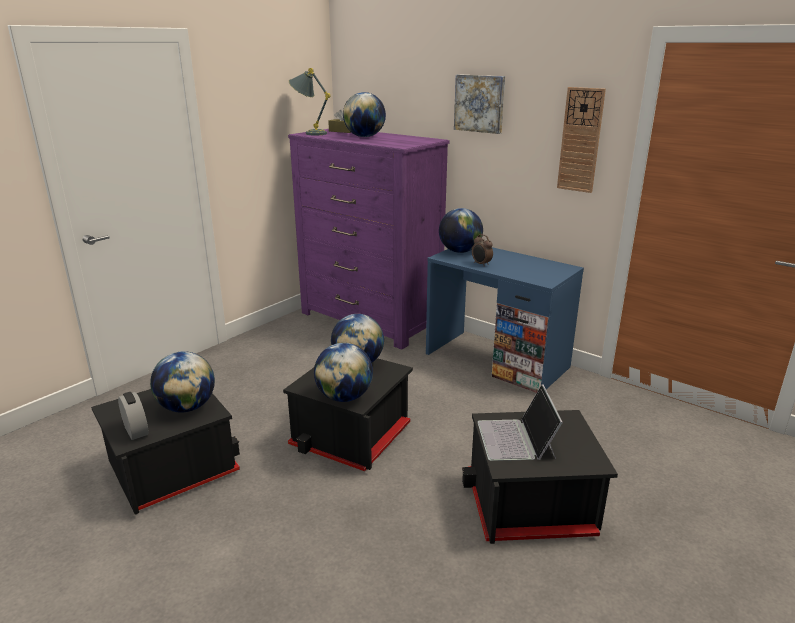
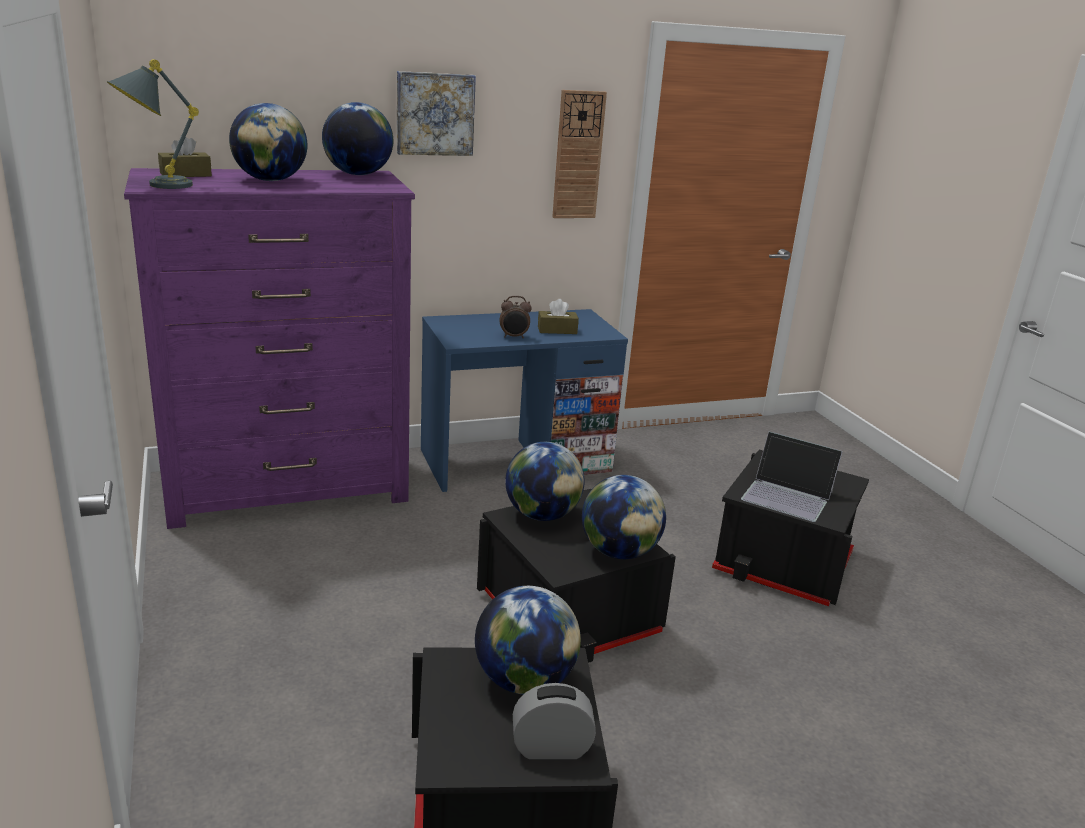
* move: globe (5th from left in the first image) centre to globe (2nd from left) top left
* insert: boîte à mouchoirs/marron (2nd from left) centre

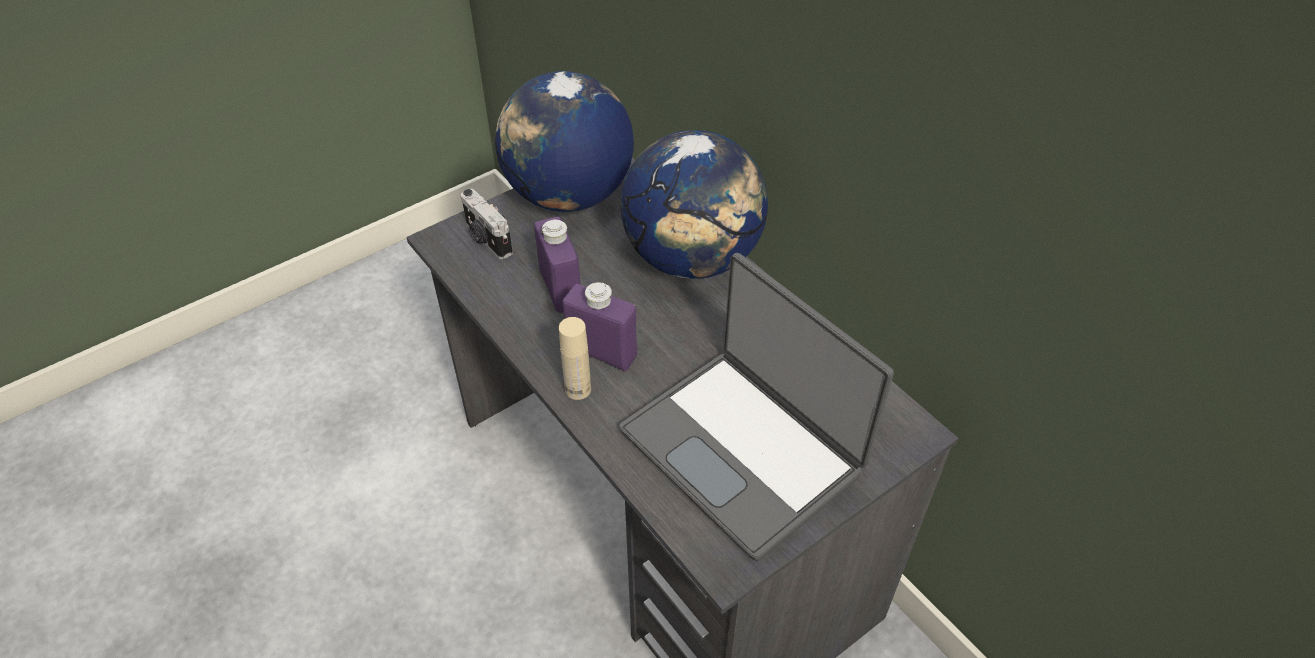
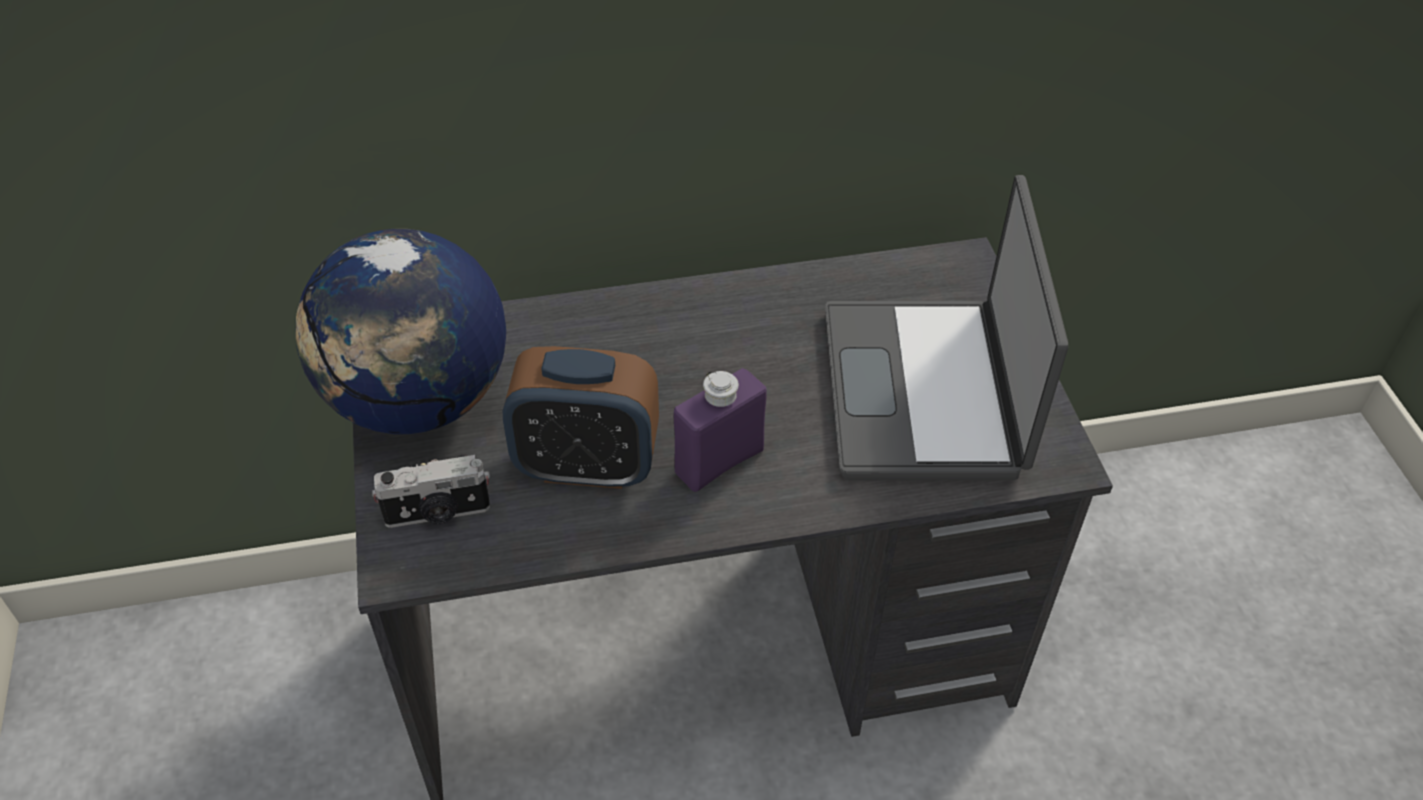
* delete: globe (2nd from left) top centre
* replace: bouteille/violet (1st from left) centre to réveil centre
* rotate: ordinateur portable centre = centre 105 degrees clockwise
* delete: bouteille/beige centre

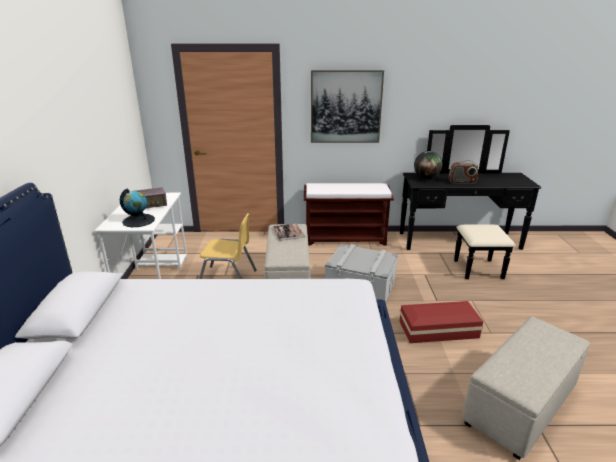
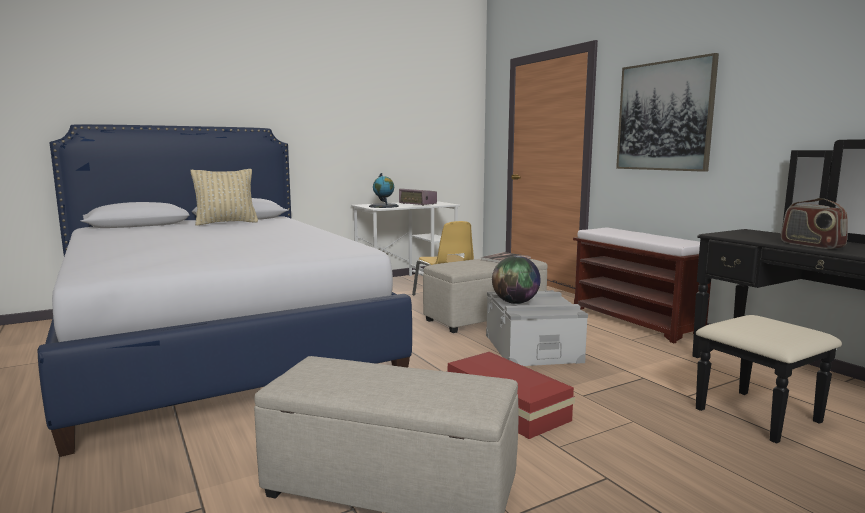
* move: globe (2nd from left) middle right to centre
* insert: coussin/beige middle left

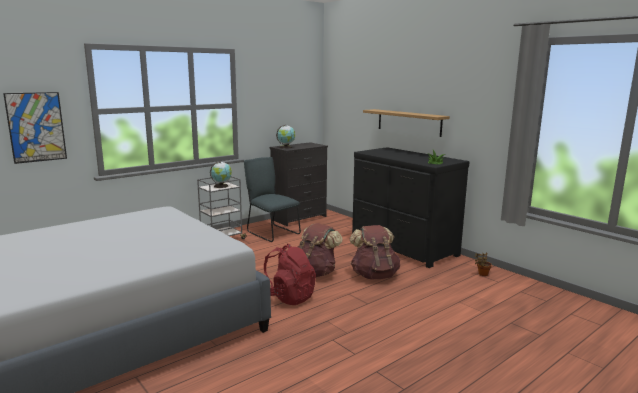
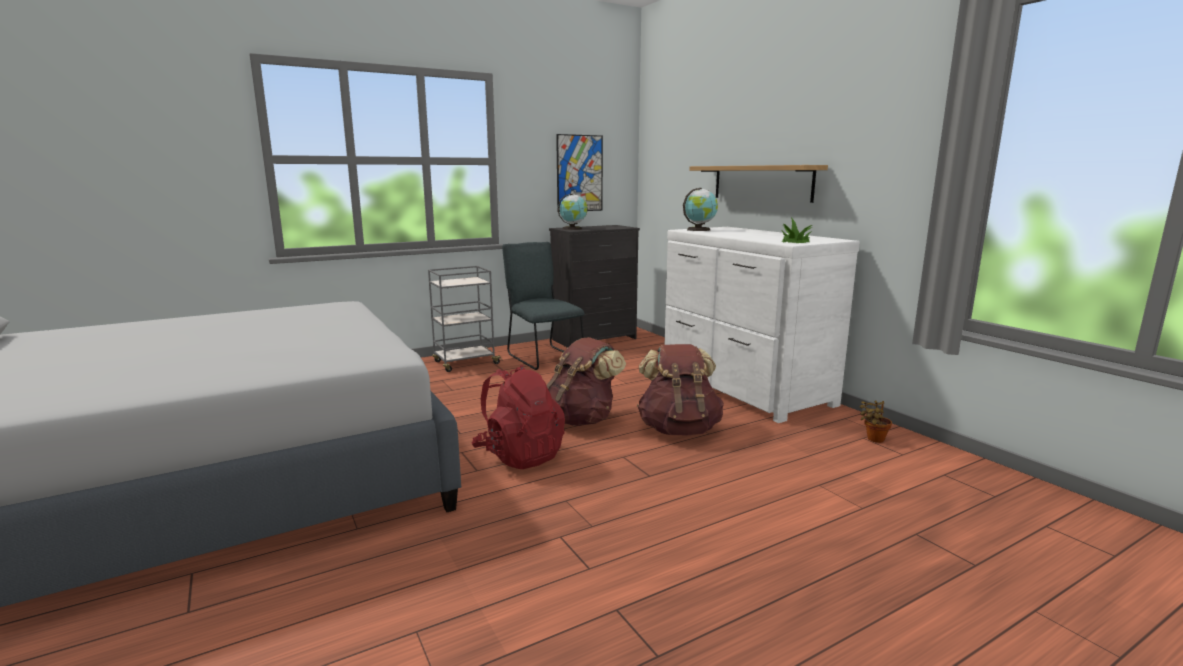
* move: tableau top left to top centre
* recolor: commode/noir (2nd from left) centre to commode/blanc centre
* move: globe (1st from left in the first image) centre to globe (2nd from left) top centre

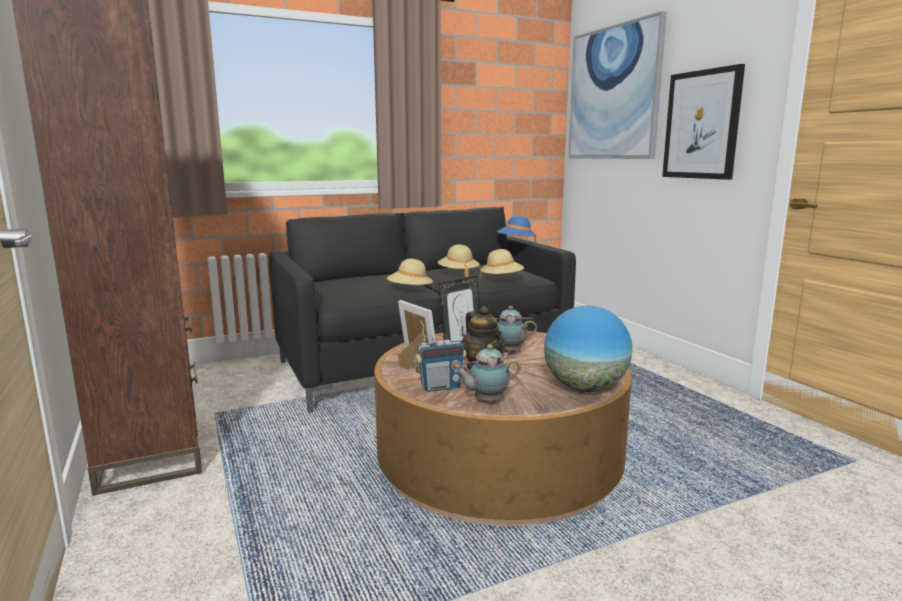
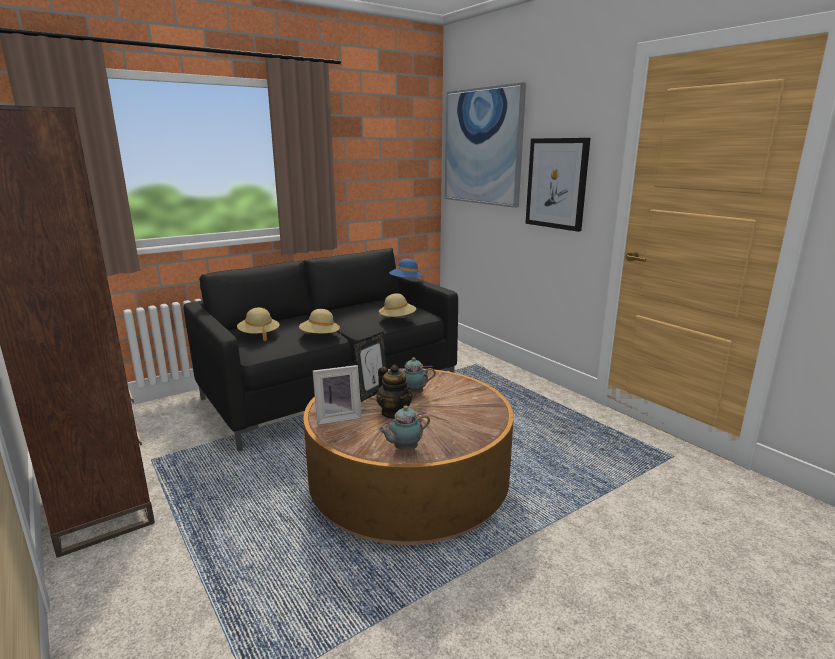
* move: chapeau/beige (2nd from left in the first image) centre to chapeau/beige (1st from left) middle left
* rotate: cadre photo (1st from left) centre = centre 120 degrees clockwise
* delete: globe centre
* delete: radio centre

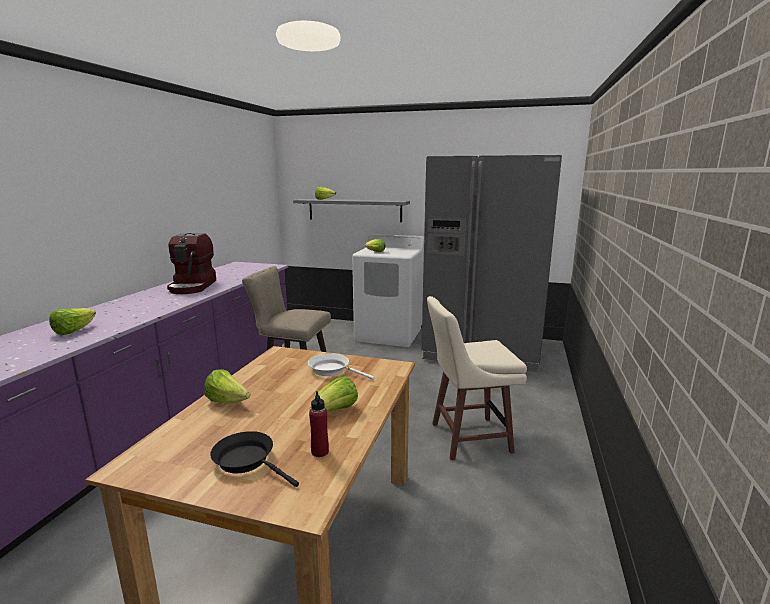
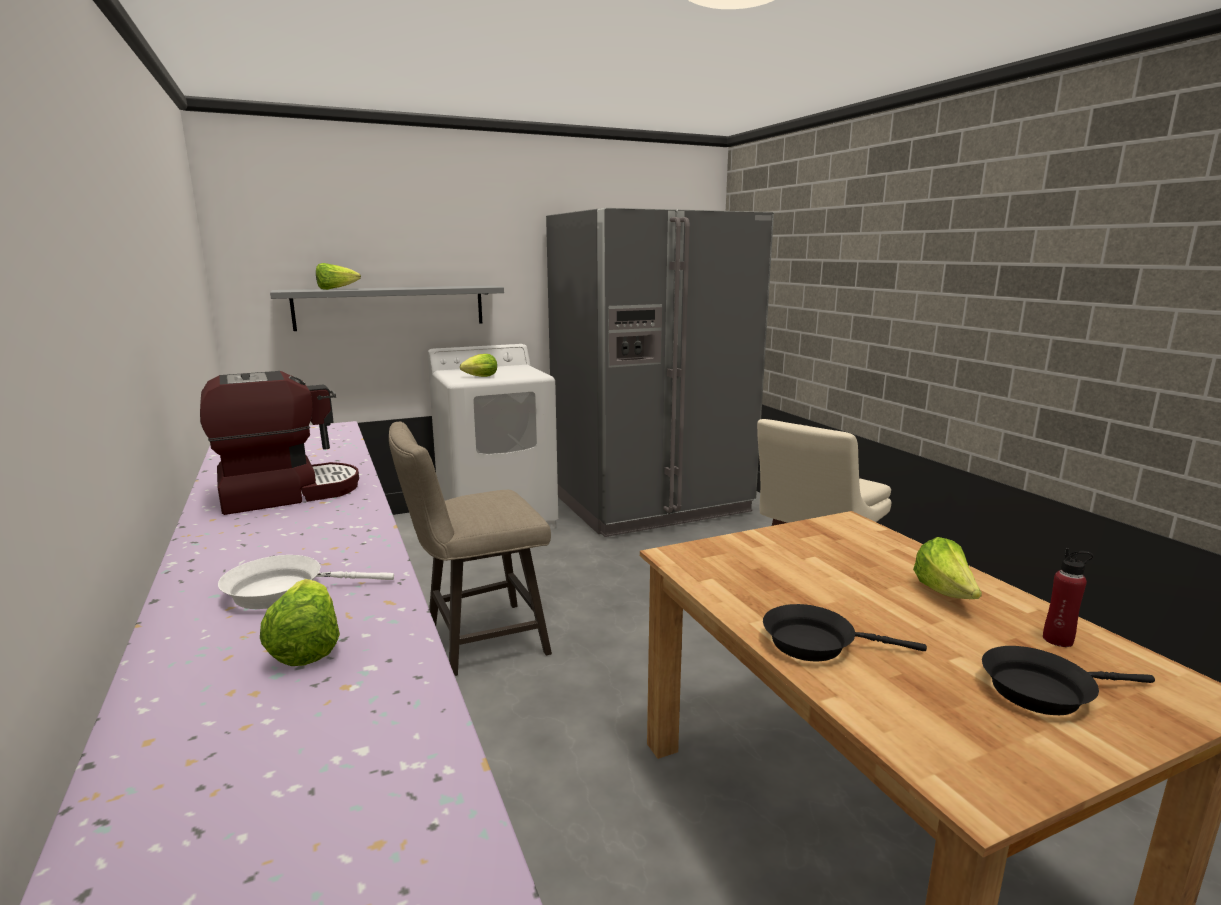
* rotate: machine à café middle left = middle left 75 degrees counterclockwise
* move: poêle/blanc centre to middle left
* replace: laitue (2nd from left) middle left to poêle/noir (1st from left) bottom right

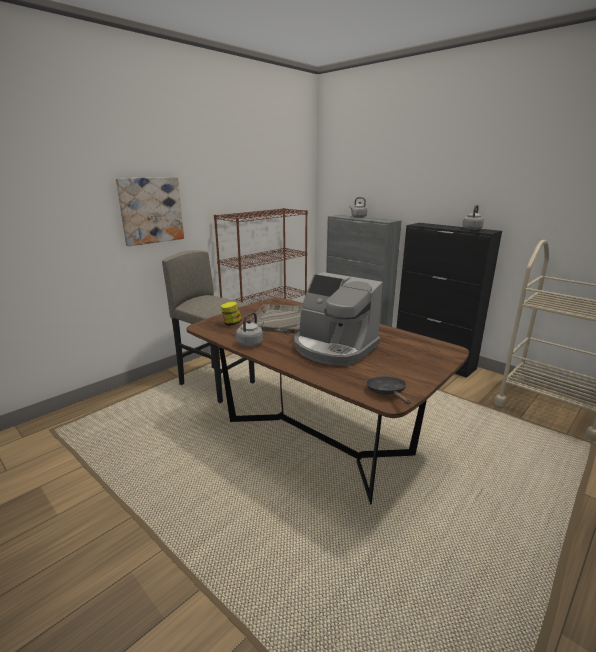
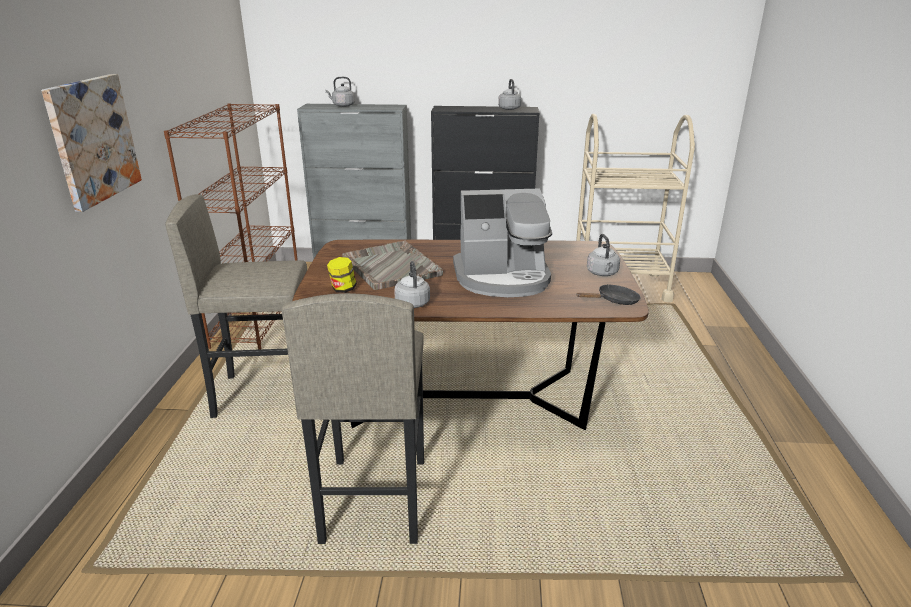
* rotate: poêle/noir centre = middle right 120 degrees clockwise
* insert: bouilloire/gris (4th from left) centre
* insert: tabouret/gris (2nd from left) bottom centre

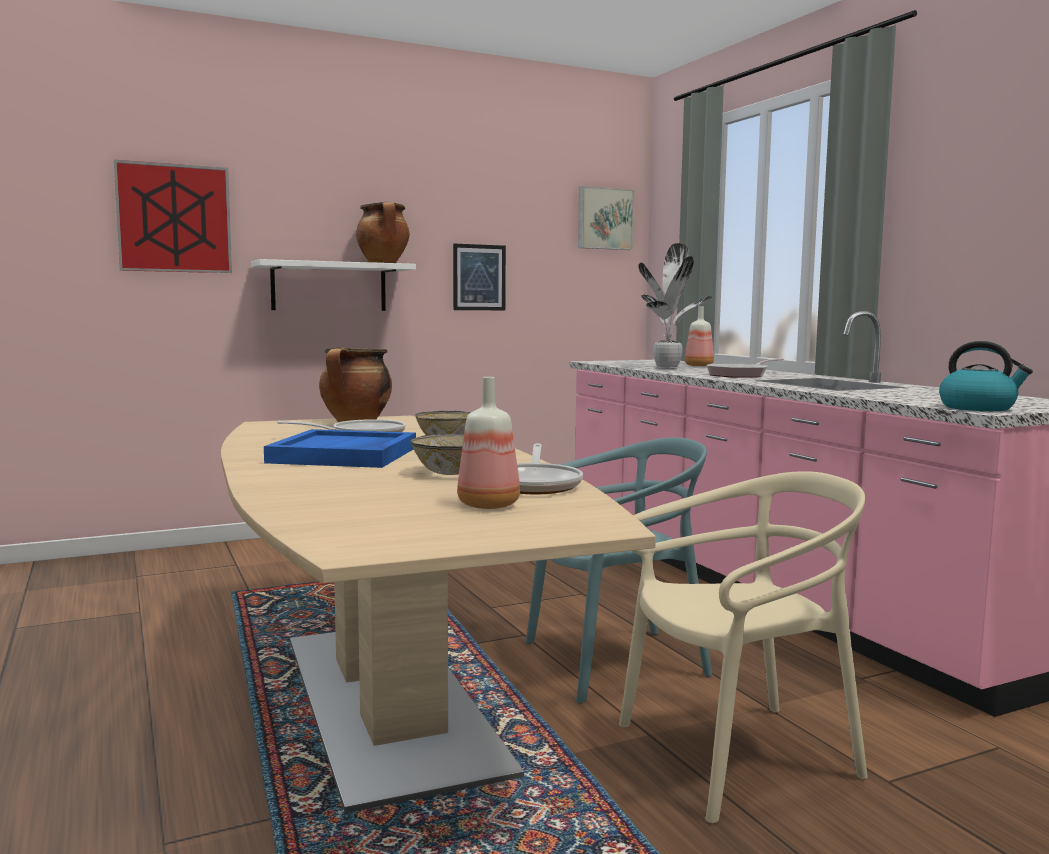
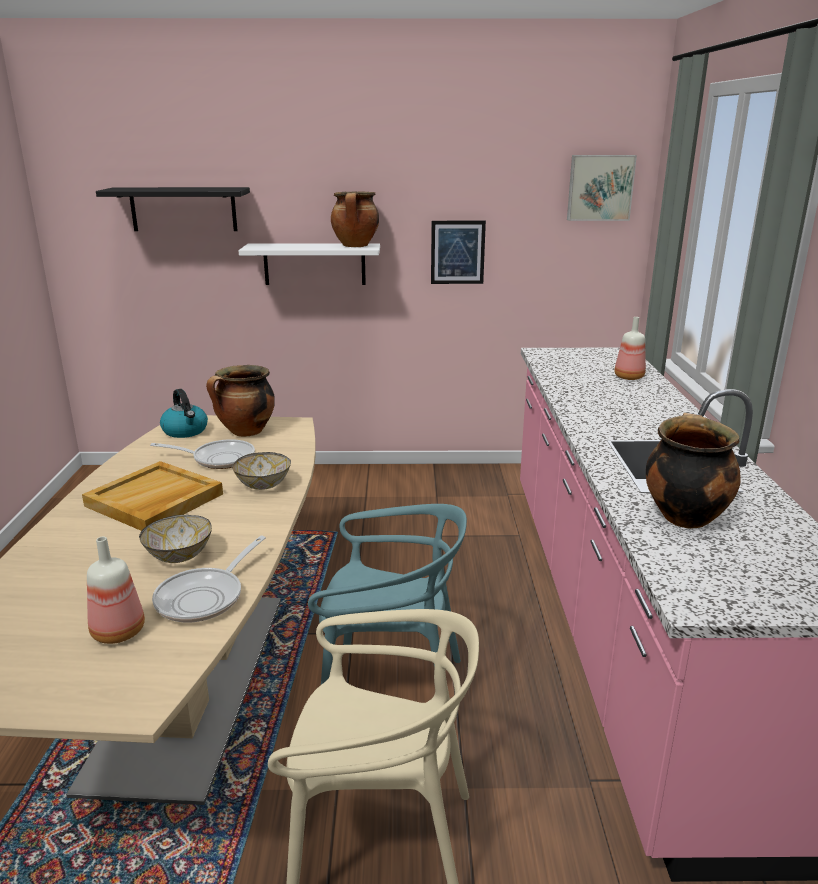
* replace: tableau (1st from left) top left to étagère/noir top left
* delete: plante en pot centre
* move: bouilloire middle right to middle left
* delete: poêle (3rd from left) middle right
* recolor: plateau/bleu middle left to plateau/beige middle left
* insert: marmite (3rd from left) middle right

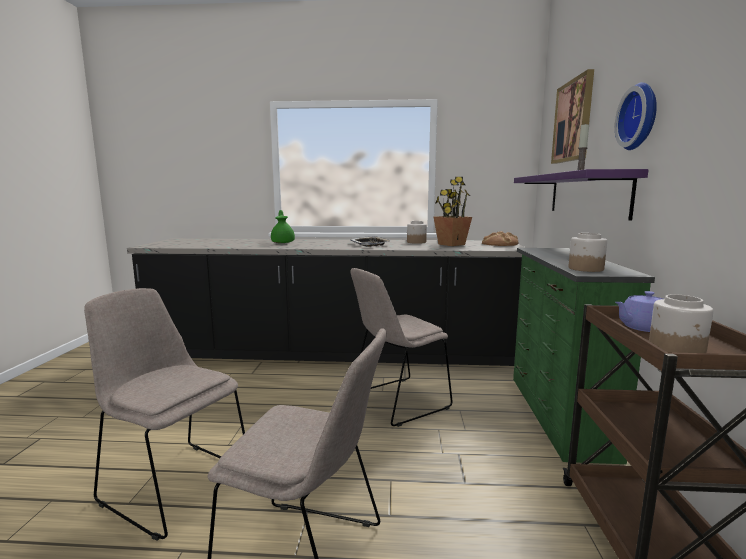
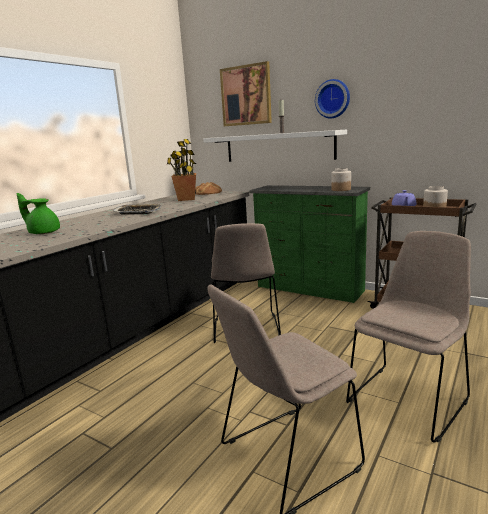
* recolor: étagère/violet middle right to étagère/blanc top centre
* delete: bocal (1st from left) centre

